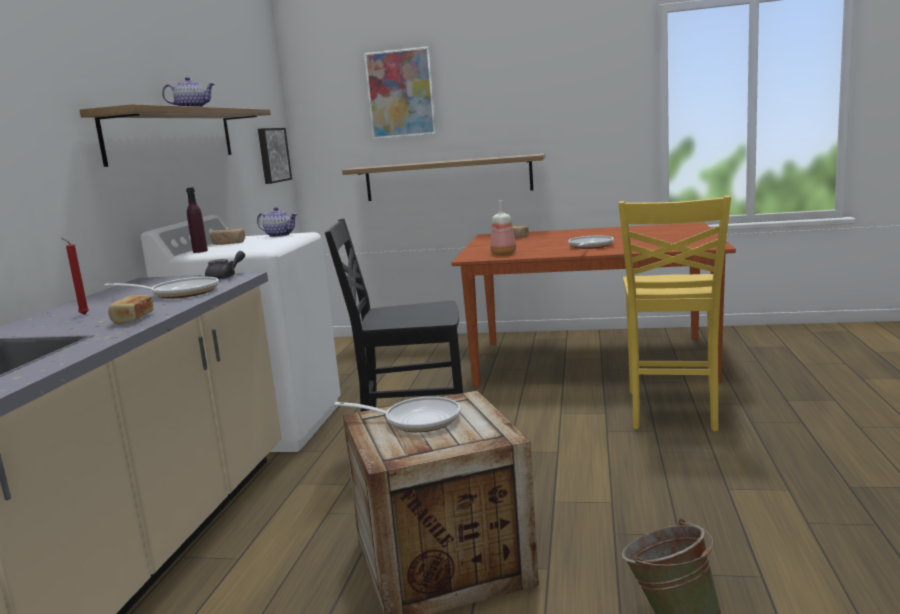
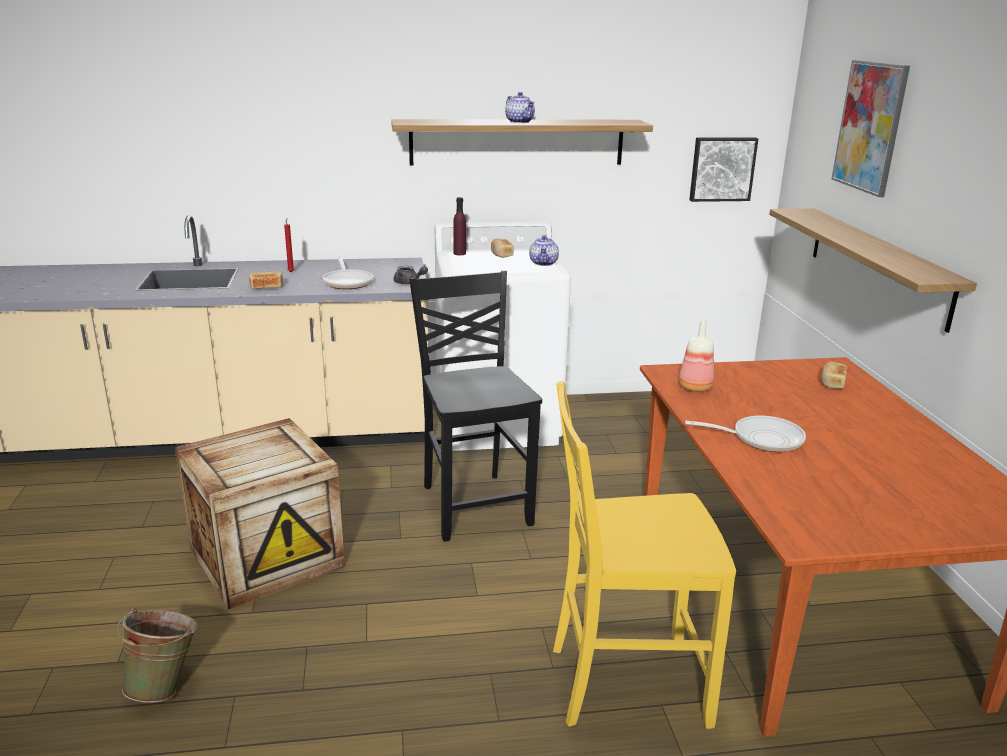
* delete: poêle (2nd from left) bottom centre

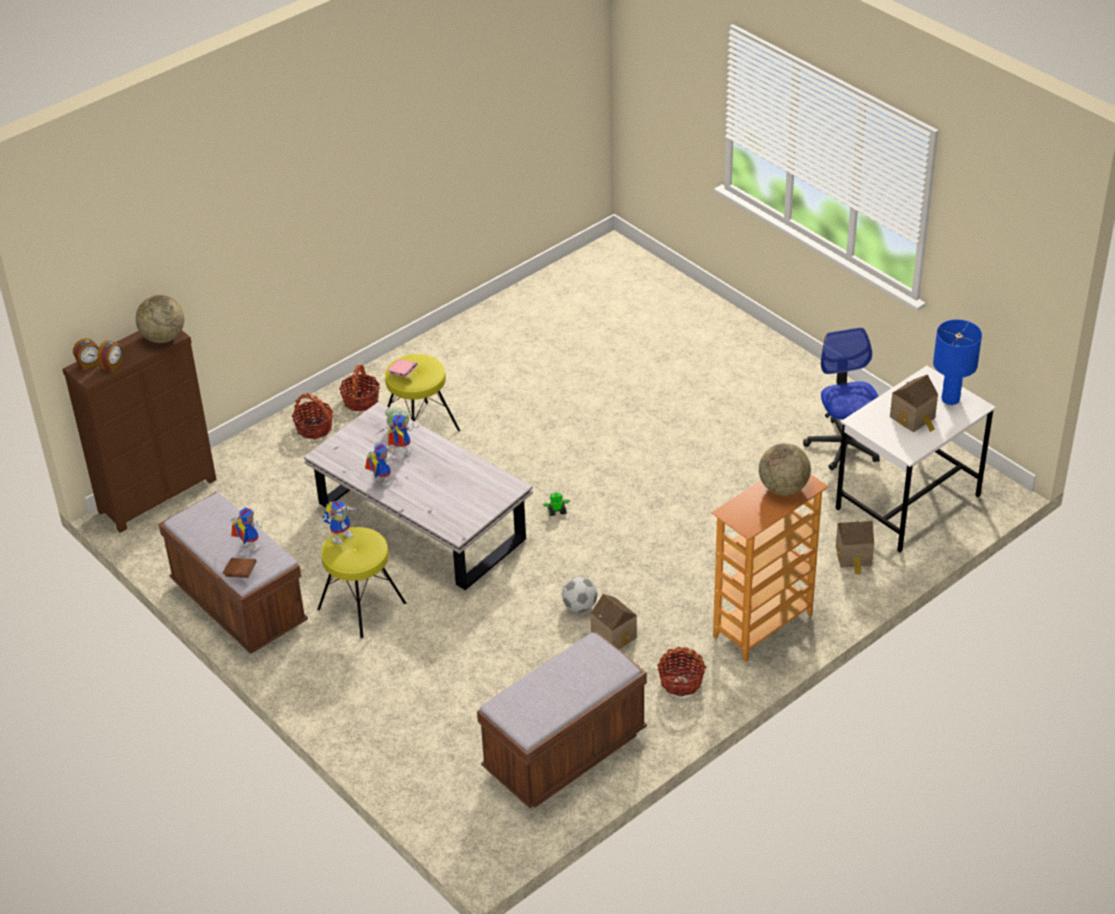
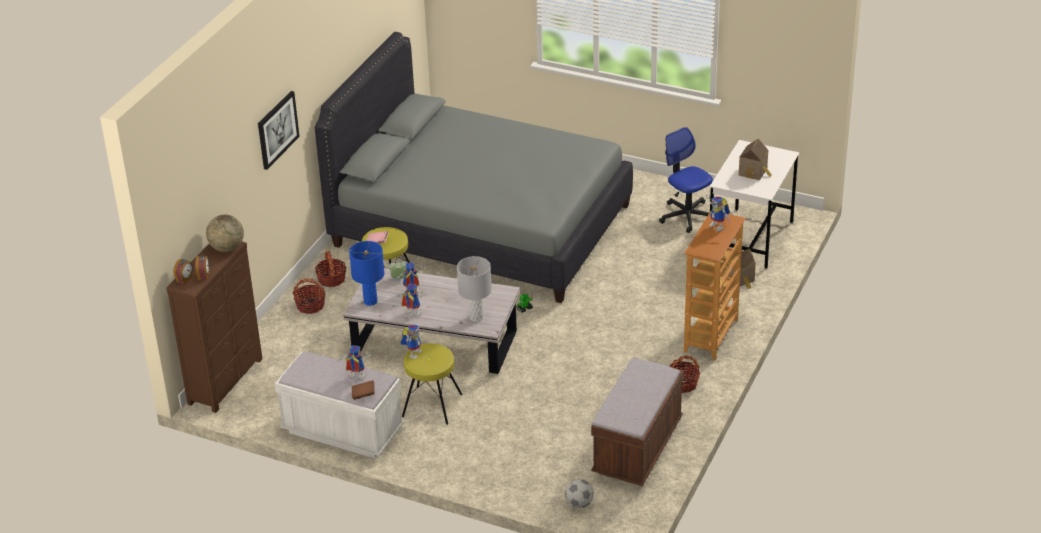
* move: lampe de table/bleu middle right to centre
* replace: globe (2nd from left) middle right to robot jouet (6th from left) middle right
* recolor: banc/marron (1st from left) middle left to banc/blanc bottom left
* move: ballon de foot centre to bottom centre
* delete: maison miniature (1st from left) bottom centre
* insert: lit/gris top centre
* insert: tableau top left
* insert: lampe de table/gris centre

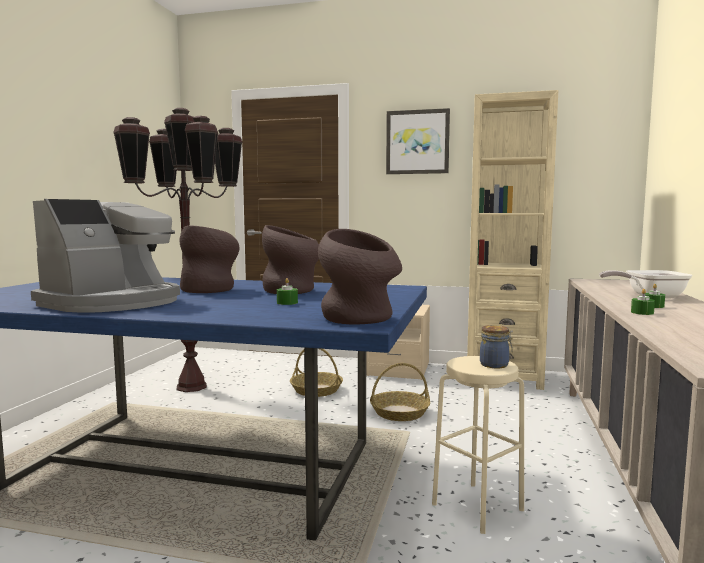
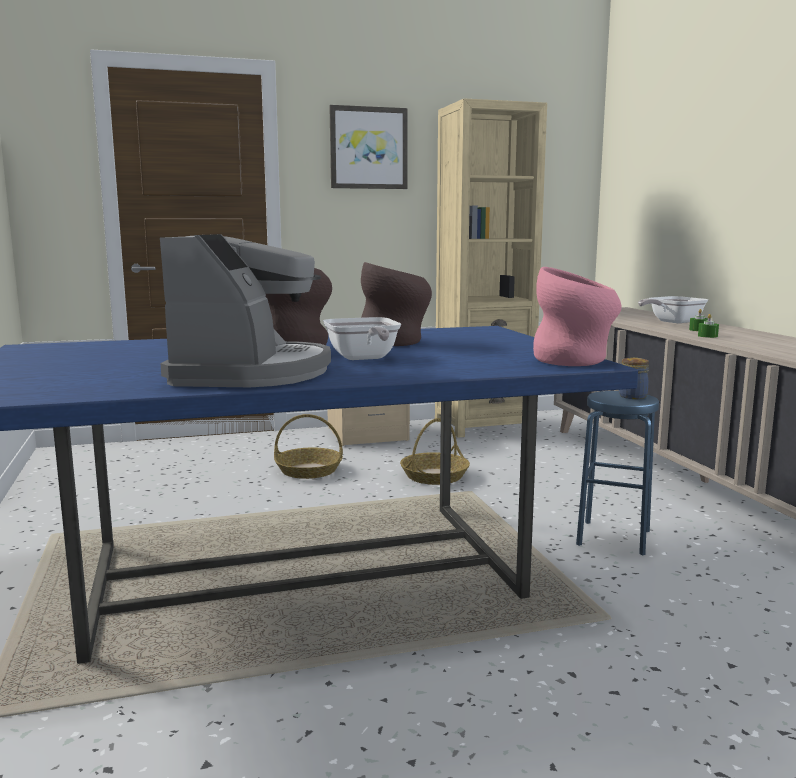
* delete: lampadaire/marron middle left
* recolor: vase/marron (3rd from left) centre to vase/rose middle right
* delete: bougie/vert (1st from left) centre
* recolor: tabouret/beige bottom right to tabouret/bleu middle right
* insert: poêle (1st from left) centre

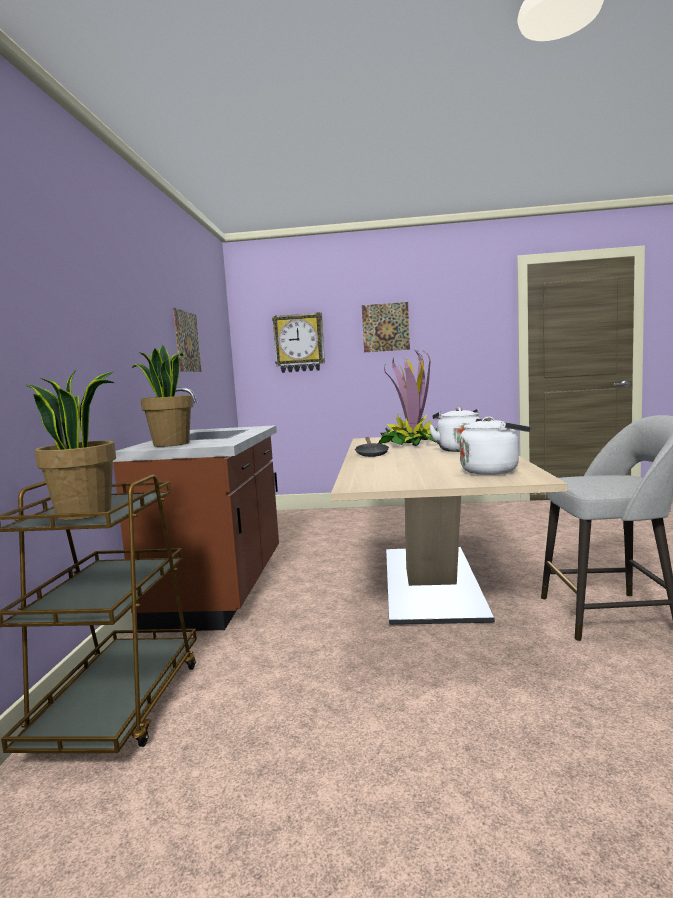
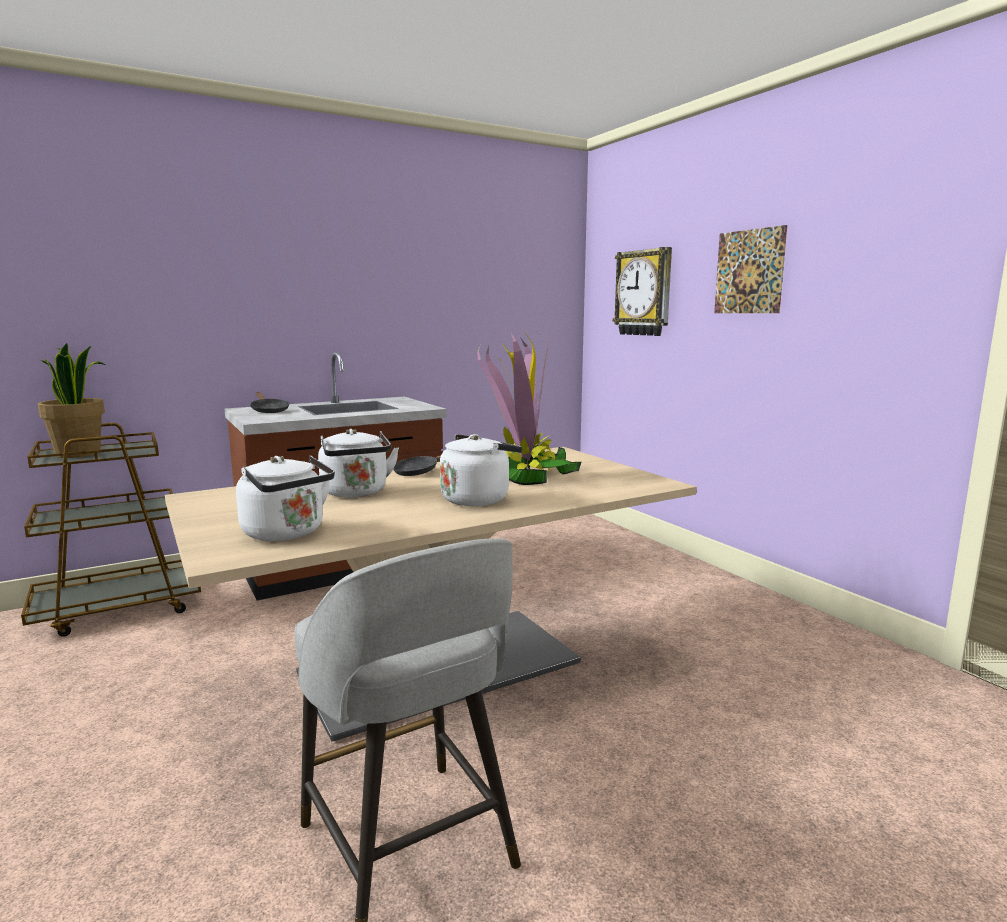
* delete: tableau (1st from left) middle left
* replace: plante en pot (2nd from left) middle left to poêle/noir (1st from left) middle left
* insert: bouilloire/blanc (2nd from left) centre

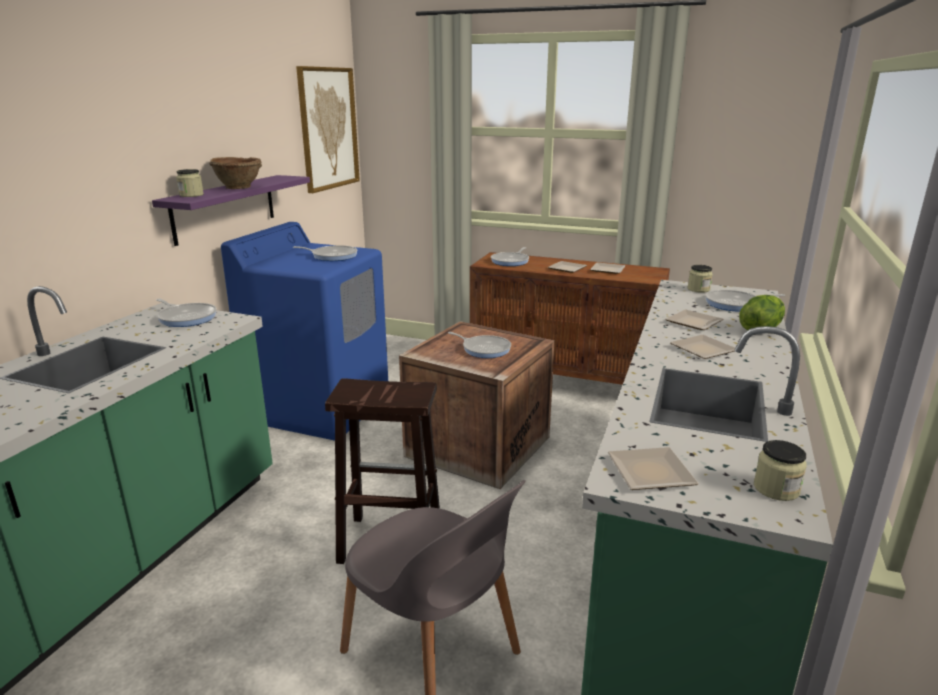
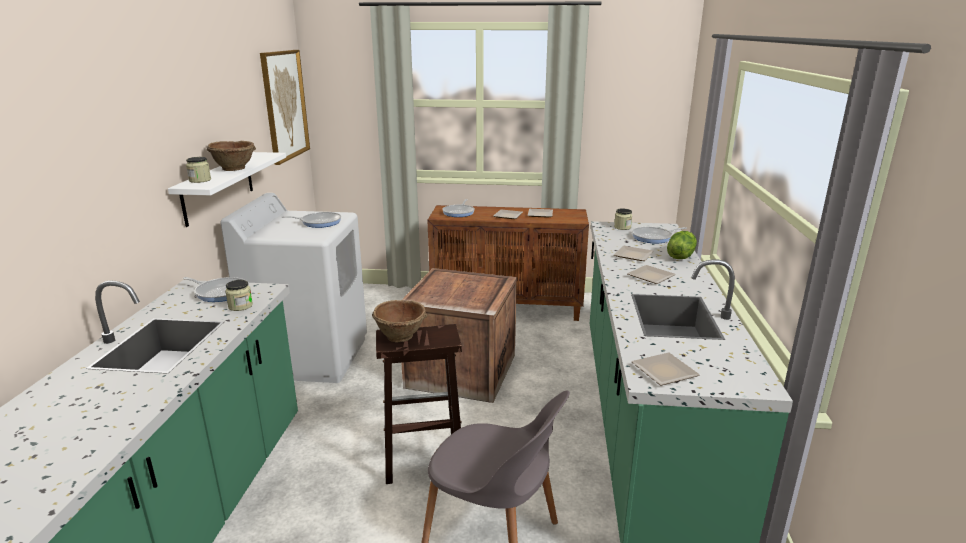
* recolor: étagère/violet top left to étagère/blanc middle left
* recolor: lave-linge/bleu middle left to lave-linge/blanc middle left
* delete: poêle (3rd from left) centre
* move: bocal (3rd from left in the first image) bottom right to bocal (2nd from left) middle left
* insert: bol/marron (2nd from left) centre

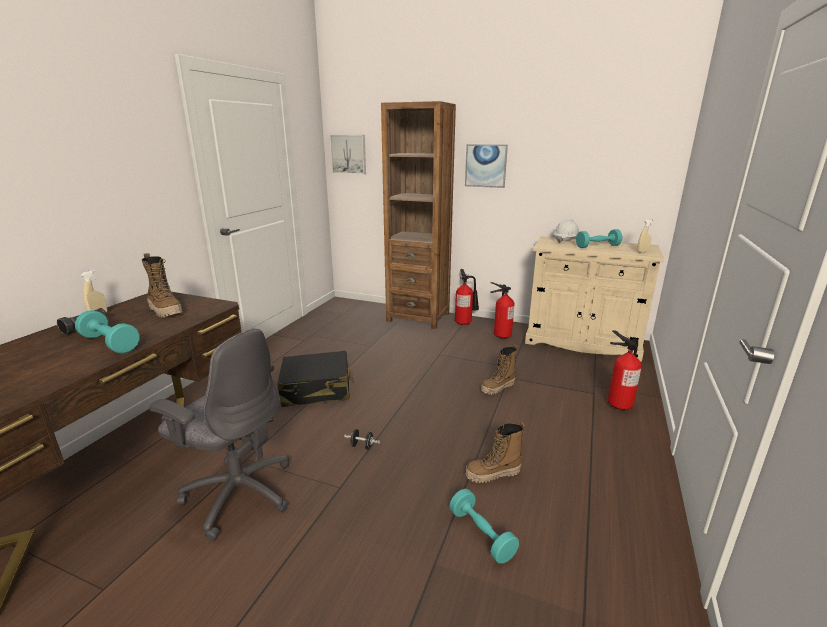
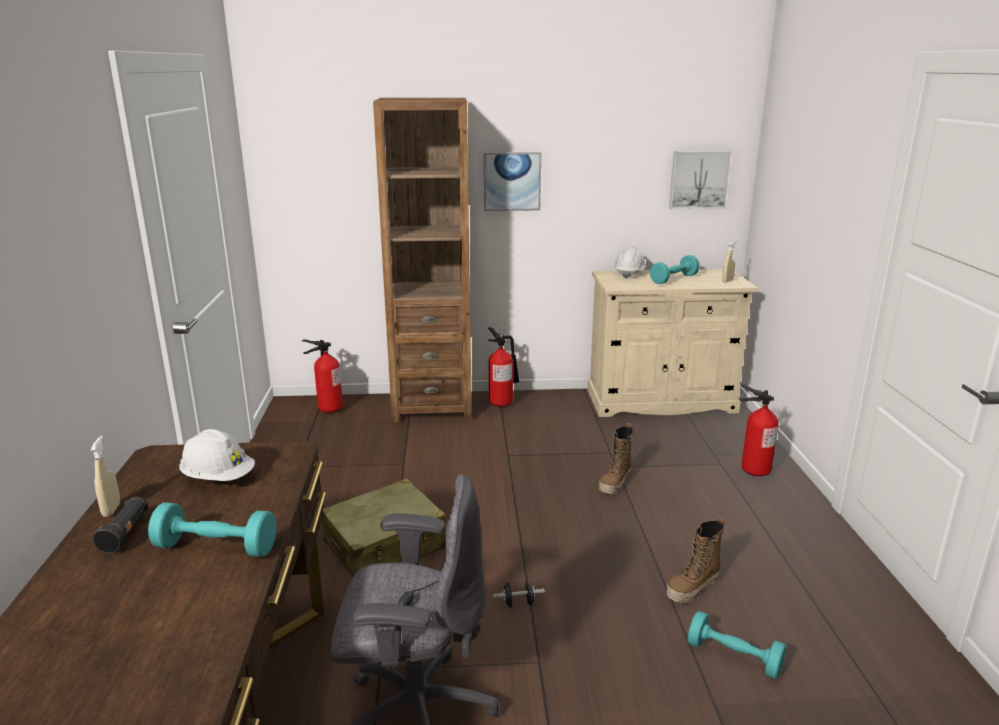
* move: tableau (1st from left in the first image) top centre to tableau (2nd from left) top right
* replace: botte (1st from left) middle left to casque de chantier/blanc (1st from left) middle left
* move: extincteur (2nd from left in the first image) centre to extincteur (1st from left) middle left
* recolor: valise/noir centre to valise/beige bottom centre

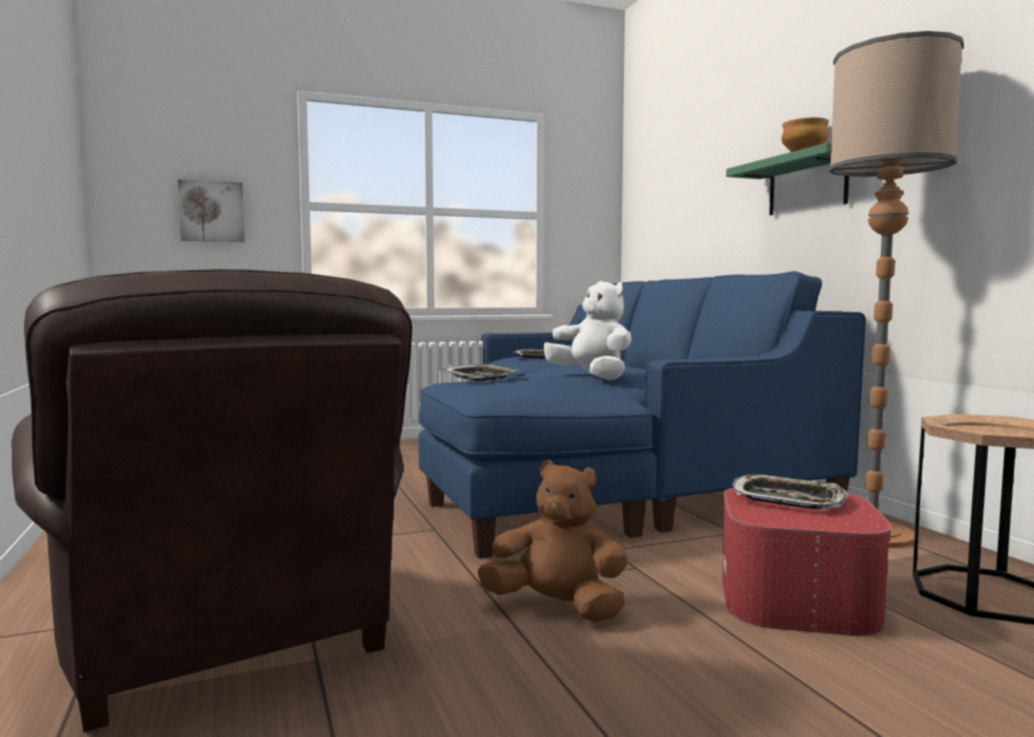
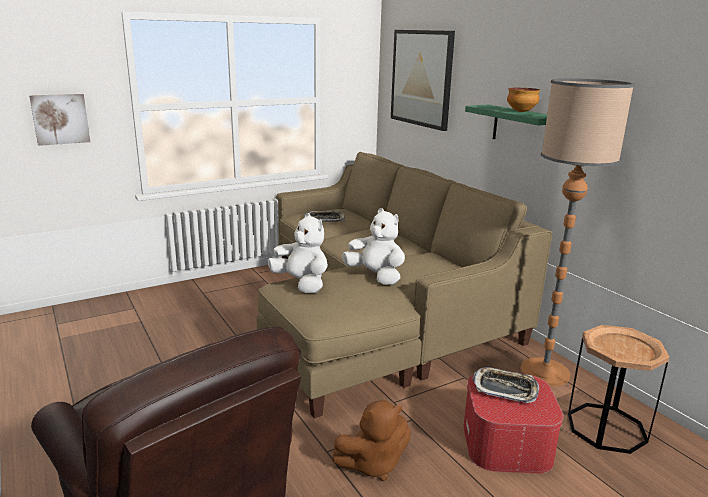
* recolor: canapé/bleu centre to canapé/beige centre
* replace: plateau (1st from left) centre to peluche/blanc (1st from left) centre
* rotate: peluche/marron bottom centre = bottom centre 150 degrees clockwise
* insert: tableau (2nd from left) top centre

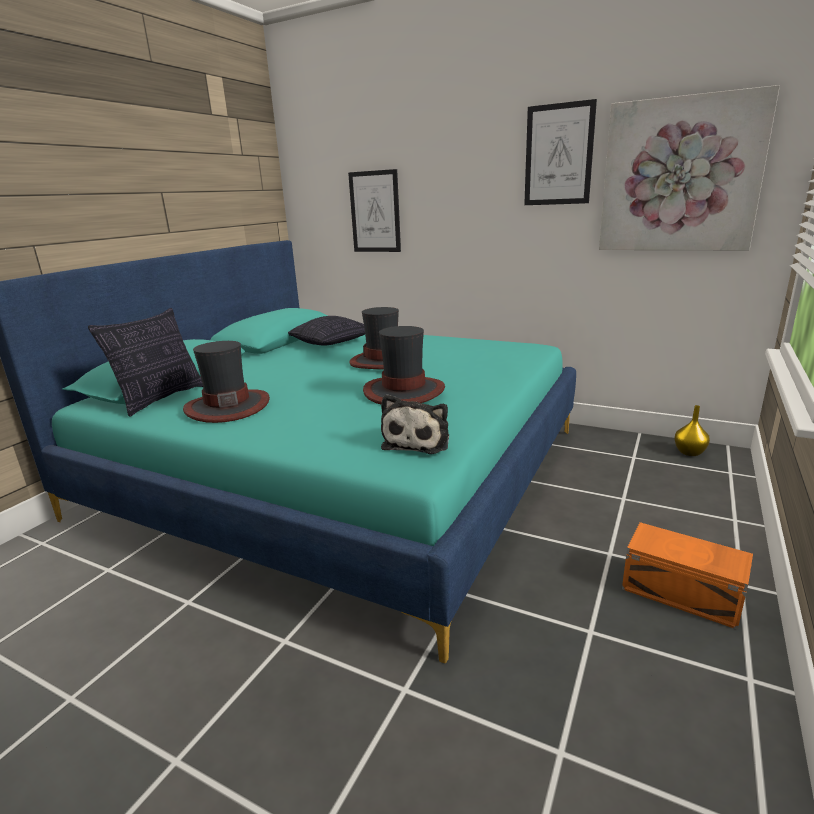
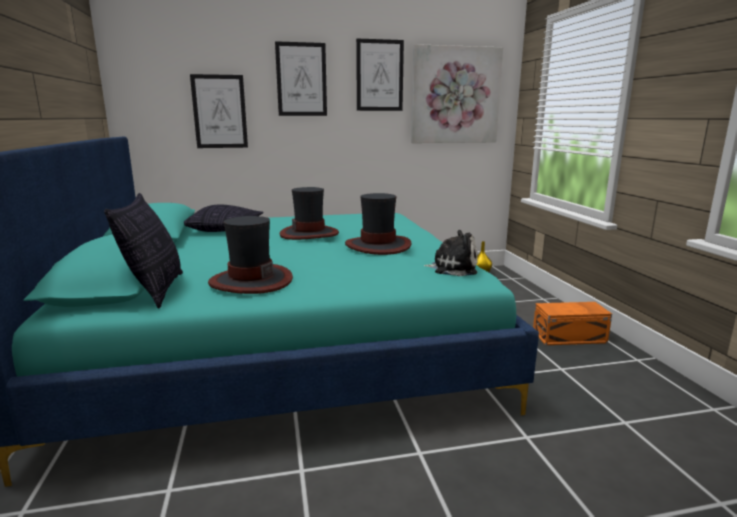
* rotate: peluche centre = centre 60 degrees counterclockwise
* insert: tableau (2nd from left) top centre

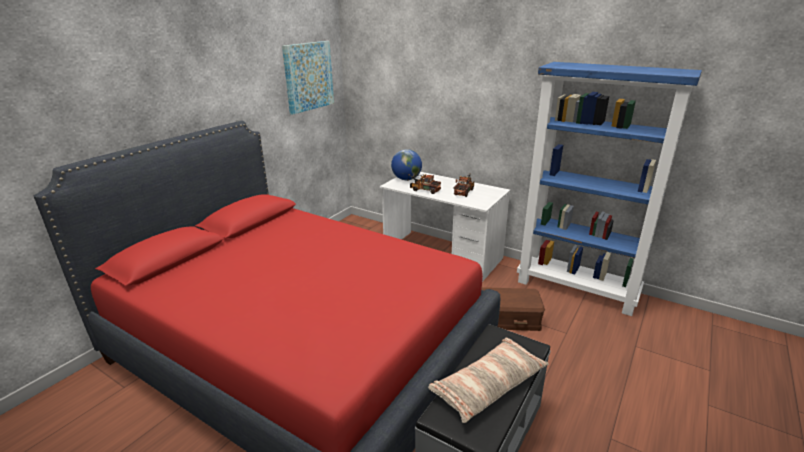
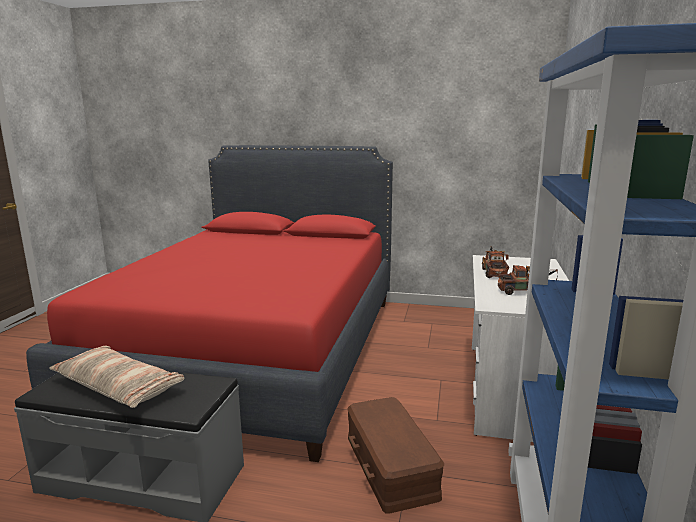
* delete: tableau top centre
* delete: globe centre

